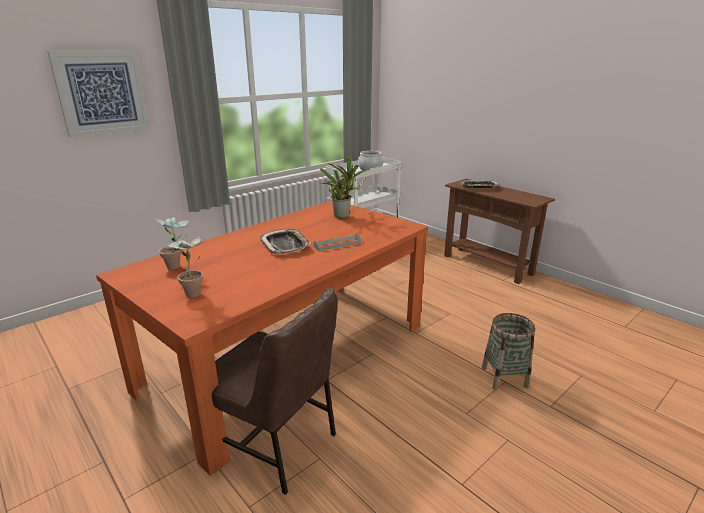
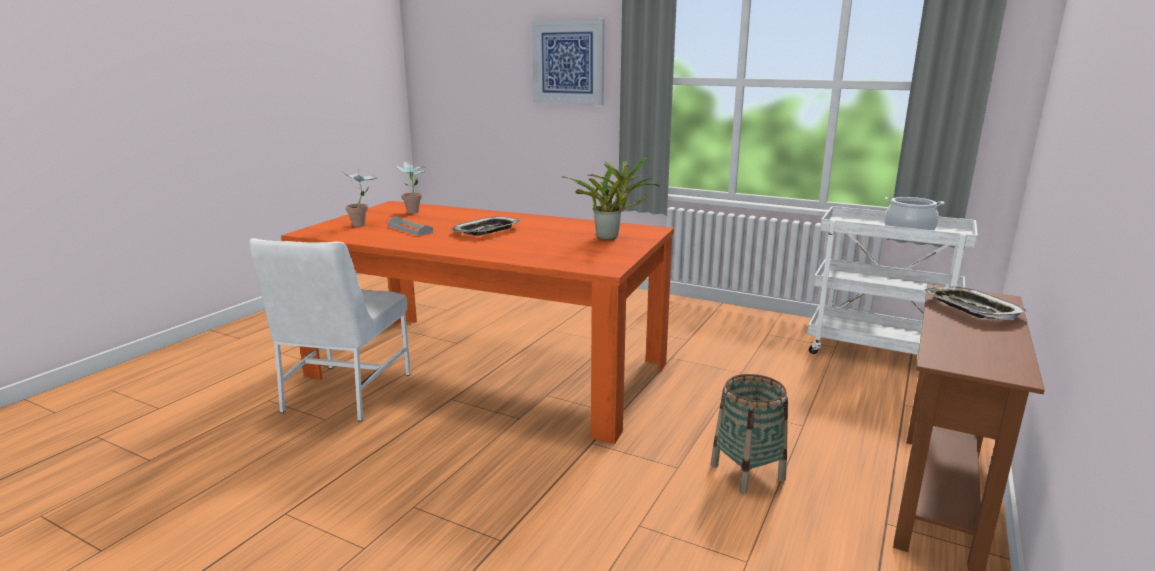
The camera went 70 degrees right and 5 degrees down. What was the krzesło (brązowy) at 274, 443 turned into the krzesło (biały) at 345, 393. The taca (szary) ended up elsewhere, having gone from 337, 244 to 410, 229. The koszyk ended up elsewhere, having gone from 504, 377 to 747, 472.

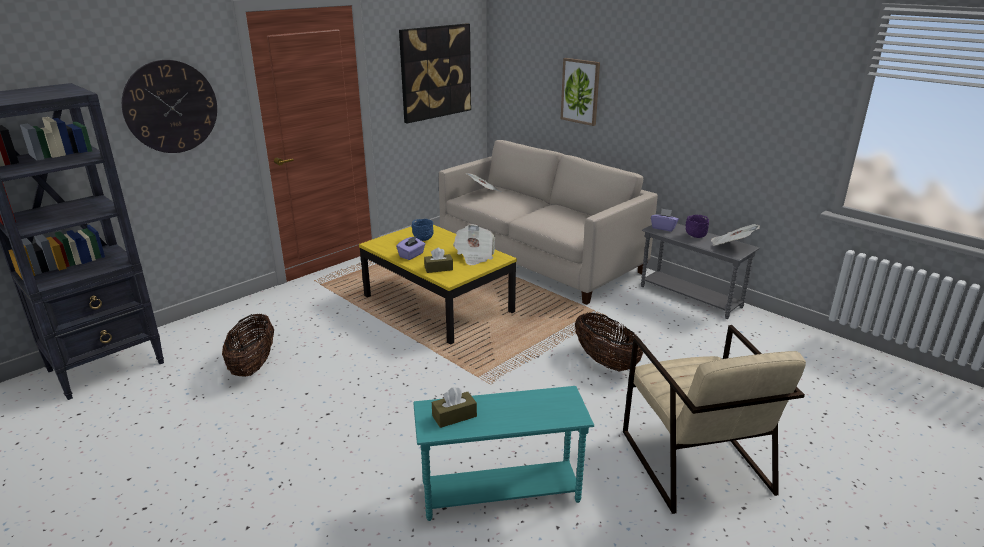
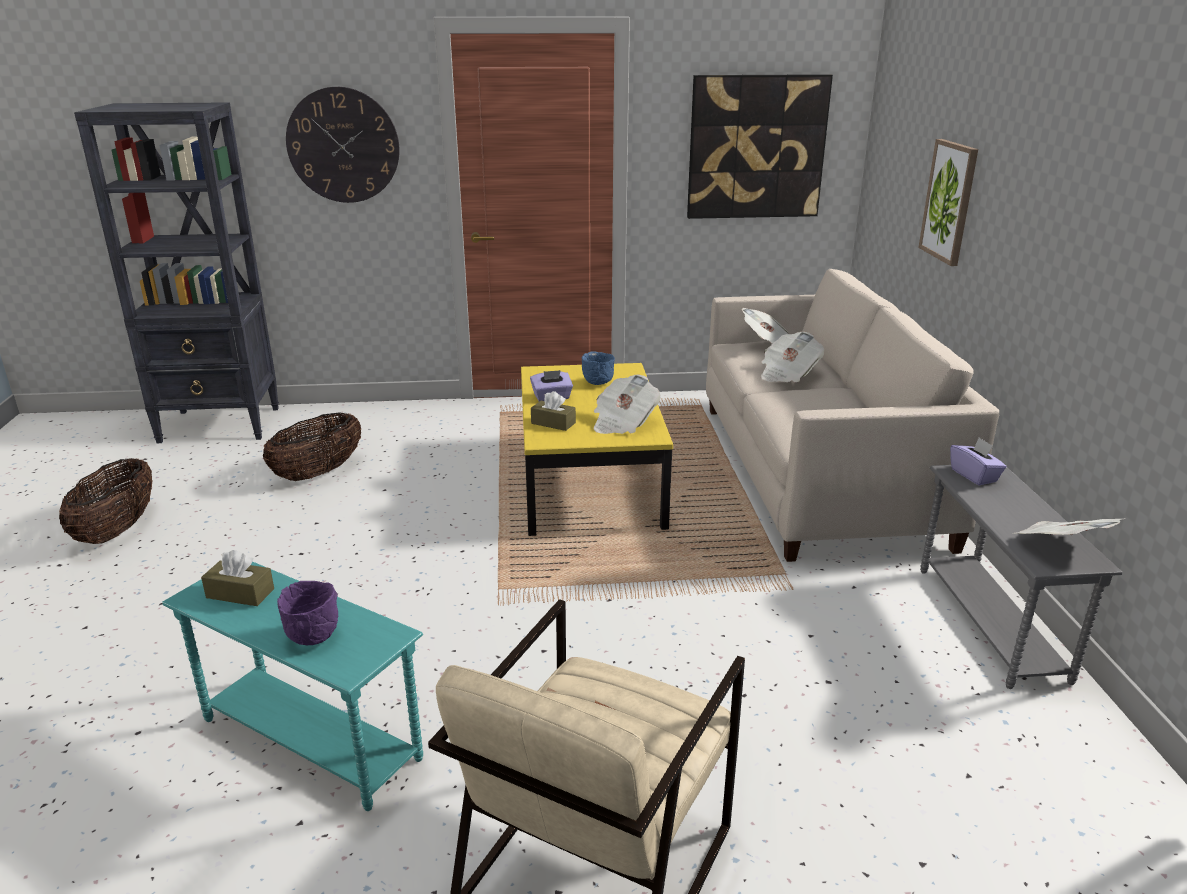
The camera went 40 degrees right and 0 degrees up. The koszyk ended up elsewhere, having gone from 605, 362 to 117, 530. The miska (fioletowy) ended up elsewhere, having gone from 695, 236 to 314, 636. The second view gained the gazeta at 787, 374.

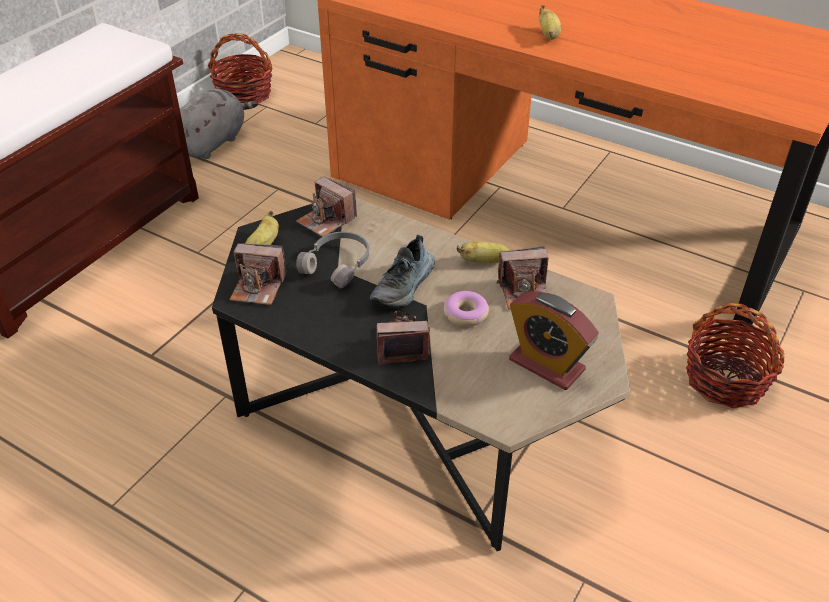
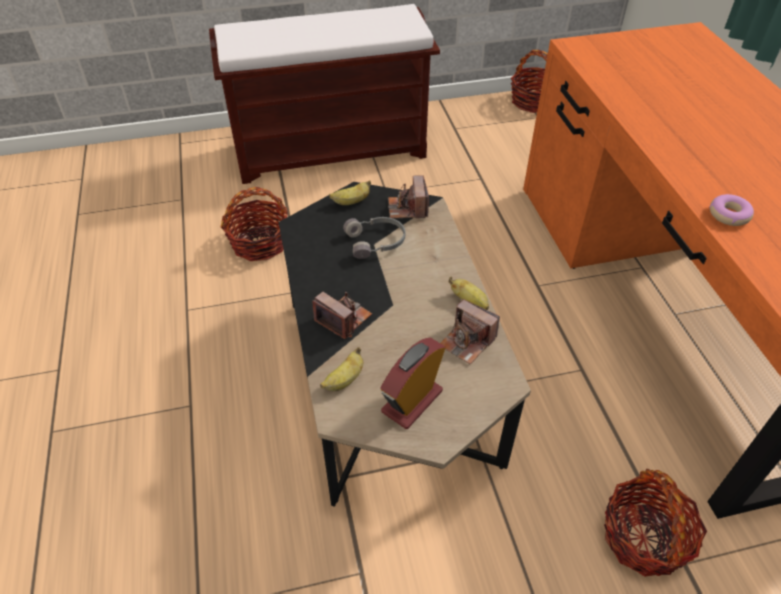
The camera went 45 degrees right and 5 degrees up. The second view lost the pluszak (szary) at 212, 143. The second view lost the aparat fotograficzny at 258, 287. The second view lost the but at 404, 286. The donut ended up elsewhere, having gone from 466, 314 to 729, 215. The budzik at 546, 365 ended up facing another way, 45 degrees clockwise from before. The banan ended up elsewhere, having gone from 548, 35 to 344, 380. The second view gained the koszyk at 260, 243.

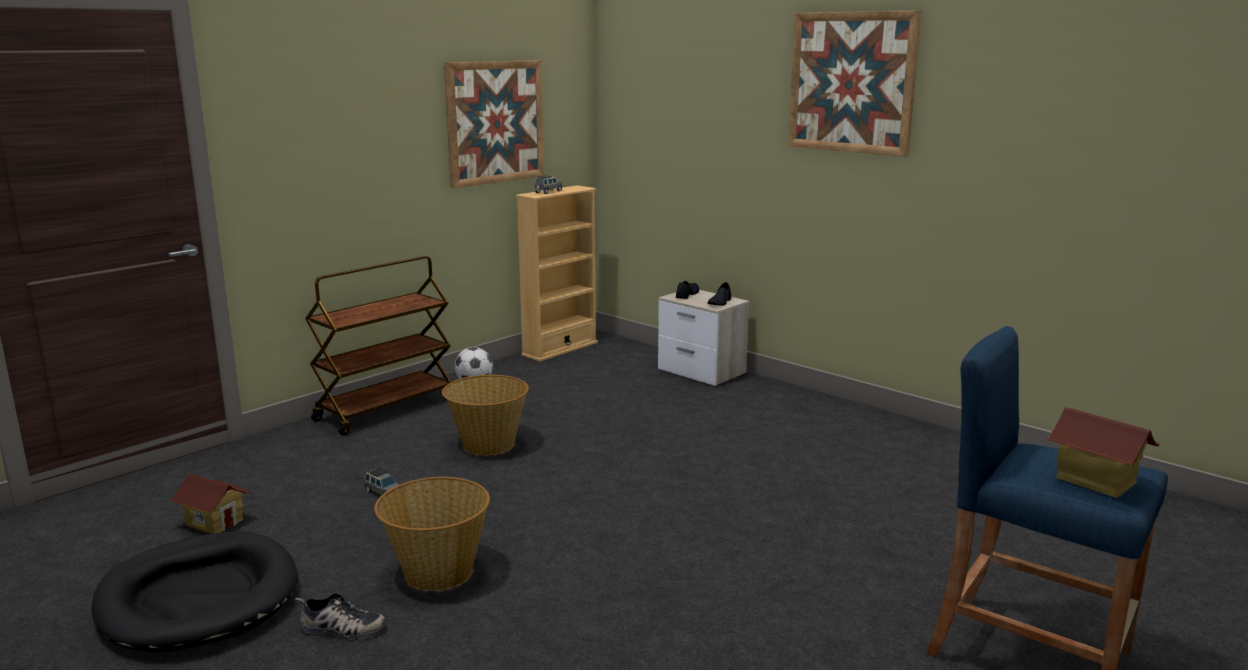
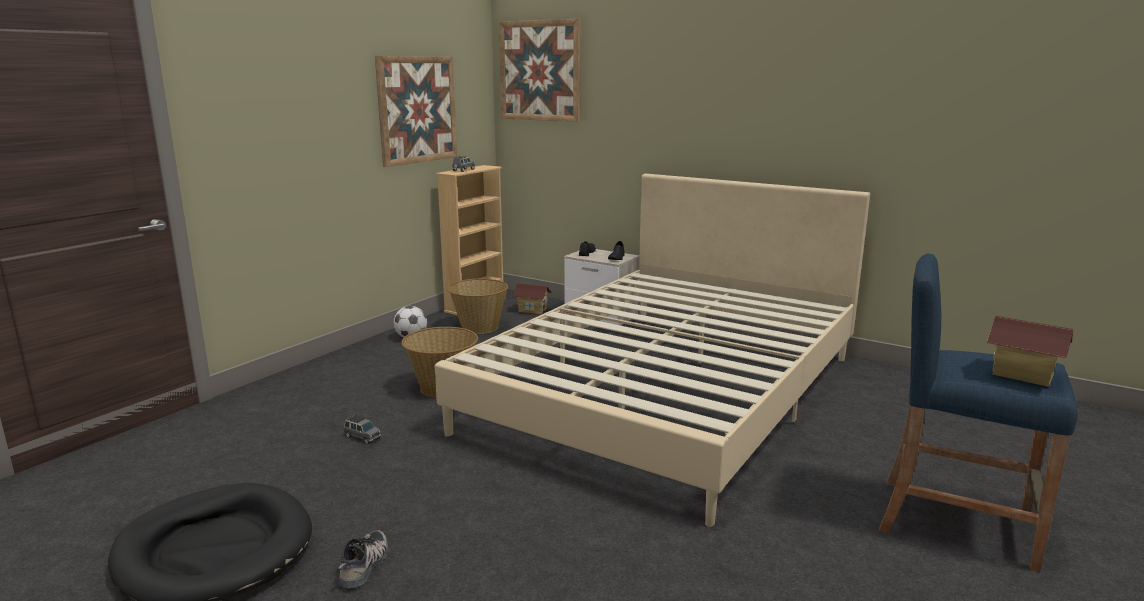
The camera went 10 degrees left and 0 degrees up. The domek ended up elsewhere, having gone from 215, 522 to 532, 310. The but at 340, 630 ended up facing another way, 75 degrees counterclockwise from before. The second view lost the wózek (brązowy) at 386, 409. The koszyk ended up elsewhere, having gone from 437, 572 to 479, 327. The obraz ended up elsewhere, having gone from 851, 82 to 540, 71. The second view gained the łóżko (beżowy) at 669, 392.

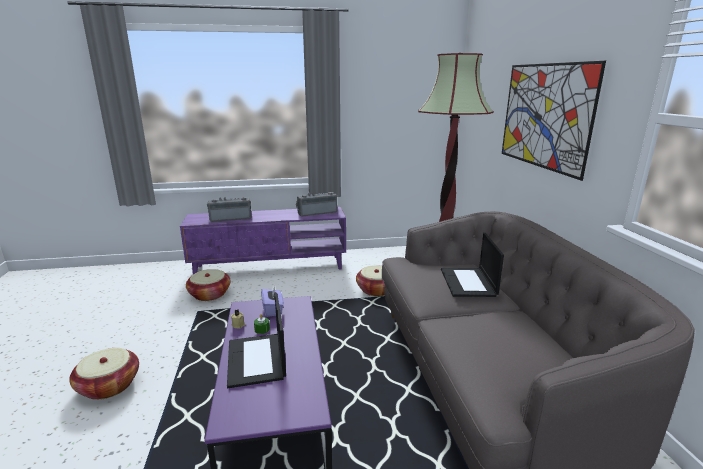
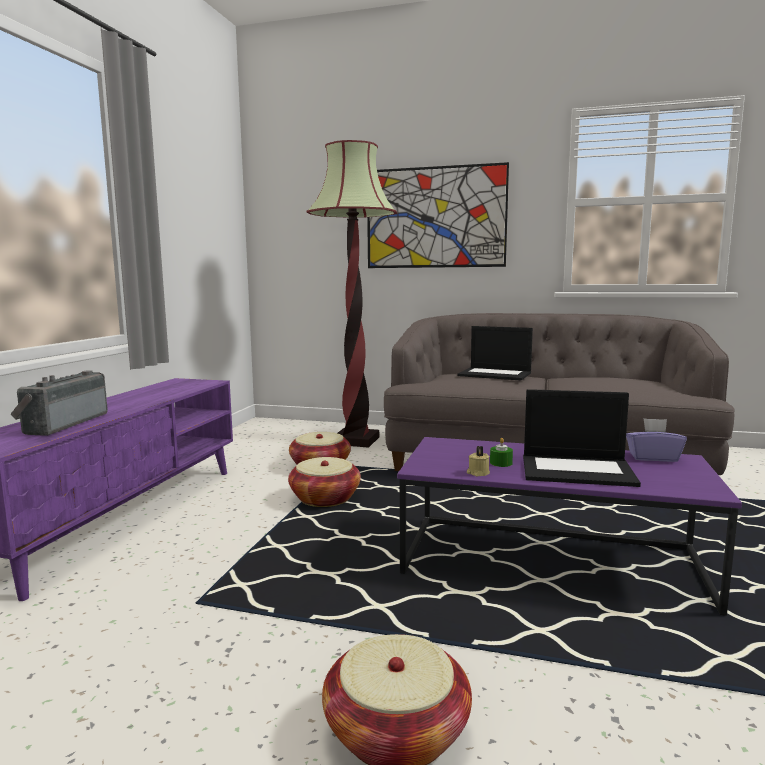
The camera went 65 degrees left and 10 degrees down. The koszyk ended up elsewhere, having gone from 210, 294 to 325, 498. The pudełko chusteczek (fioletowy) ended up elsewhere, having gone from 273, 309 to 653, 457. The second view lost the radio at 317, 212.

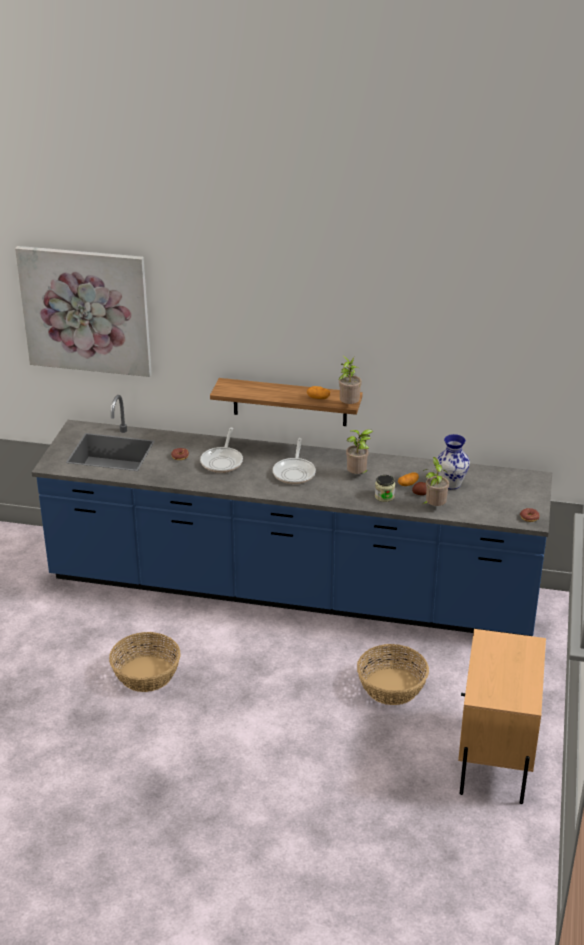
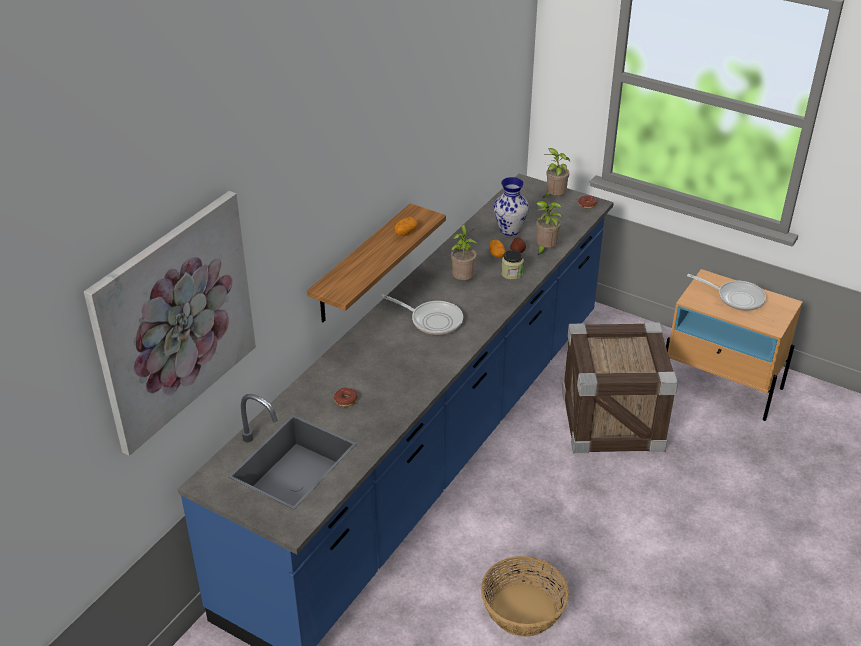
The camera went 70 degrees left and 5 degrees up. The patelnia ended up elsewhere, having gone from 222, 461 to 736, 298. The roślina doniczkowa ended up elsewhere, having gone from 348, 405 to 554, 197. Where the koszyk stood at 392, 687, the skrzynka came to stand at 612, 421.

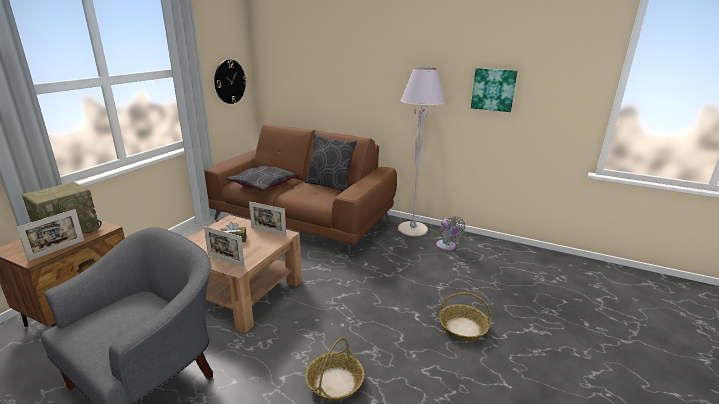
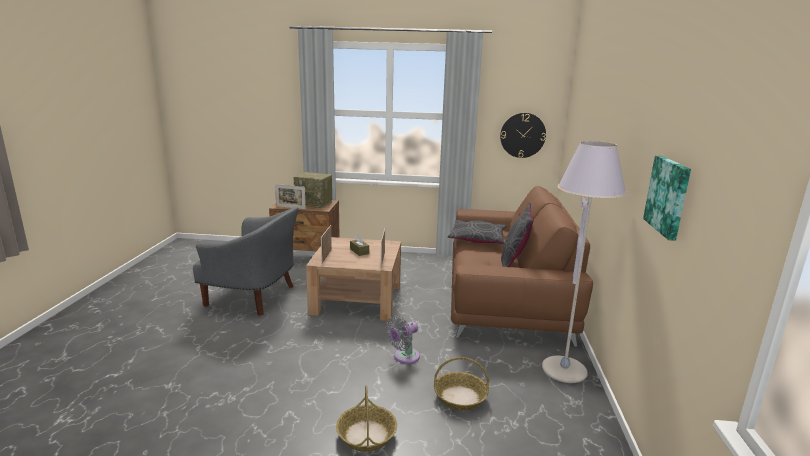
The camera went 70 degrees right and 5 degrees down. The koszyk ended up elsewhere, having gone from 335, 382 to 460, 397. The wentylator (szary) ended up elsewhere, having gone from 447, 247 to 404, 357.

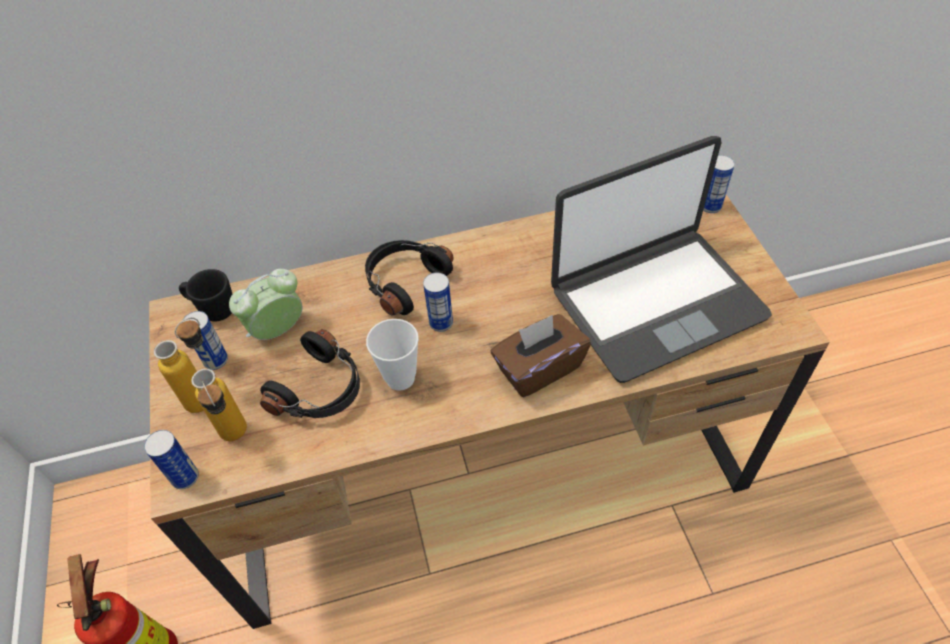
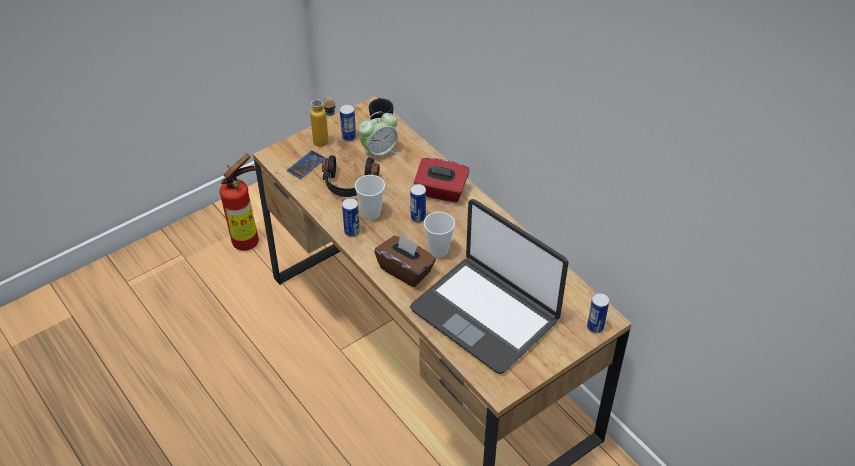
The camera went 65 degrees right and 5 degrees down. The puszka ended up elsewhere, having gone from 185, 477 to 352, 232. Where the butelka stood at 237, 439, the telefon came to stand at 306, 165. The budzik at 278, 330 ended up facing another way, 120 degrees clockwise from before. Where the słuchawki (czarny) stood at 404, 282, the pudełko chusteczek (czerwony) came to stand at 441, 192. The second view gained the filiżanka at 439, 251.

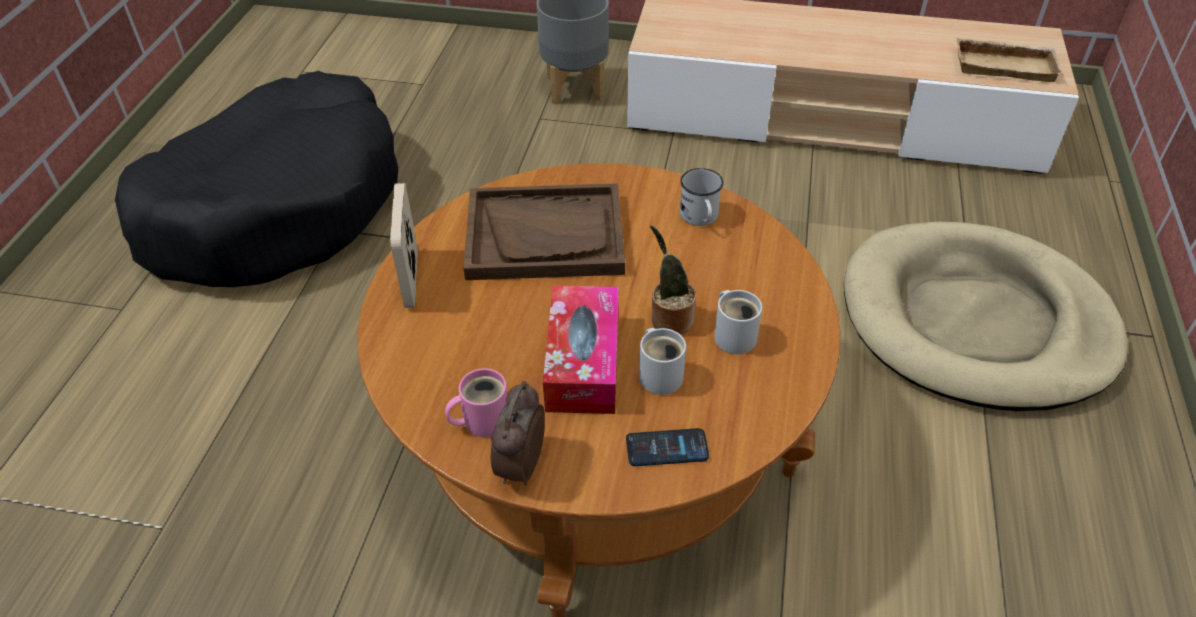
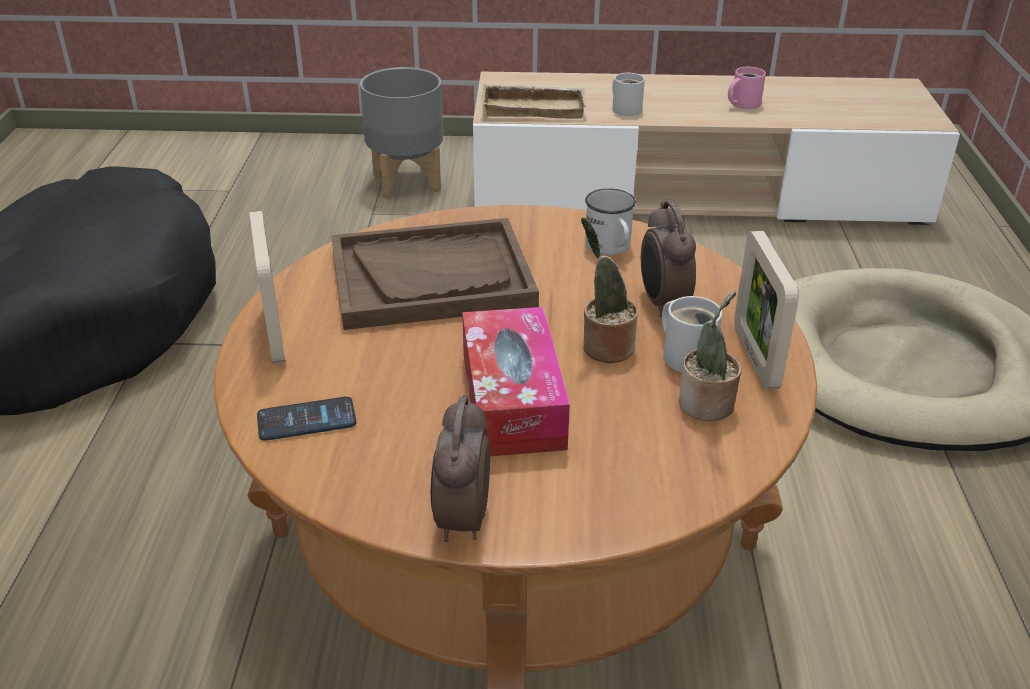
The camera went 10 degrees left and 10 degrees down. The kubek (różowy) ended up elsewhere, having gone from 481, 419 to 742, 104. The telefon ended up elsewhere, having gone from 667, 448 to 306, 420. The kubek (biały) ended up elsewhere, having gone from 660, 374 to 626, 108. The taca (beżowy) ended up elsewhere, having gone from 1005, 65 to 535, 108. The second view gained the budzik at 662, 303. The second view gained the roślina doniczkowa at 706, 406. The second view gained the ramka na zdjęcie at 755, 358.

